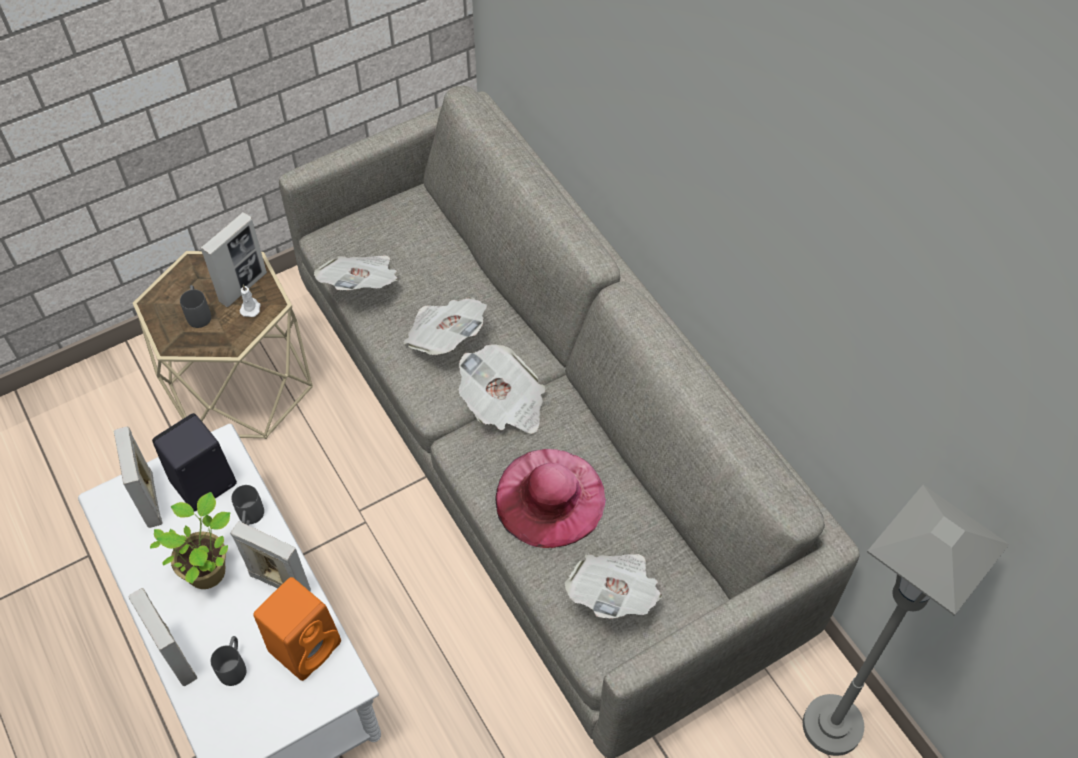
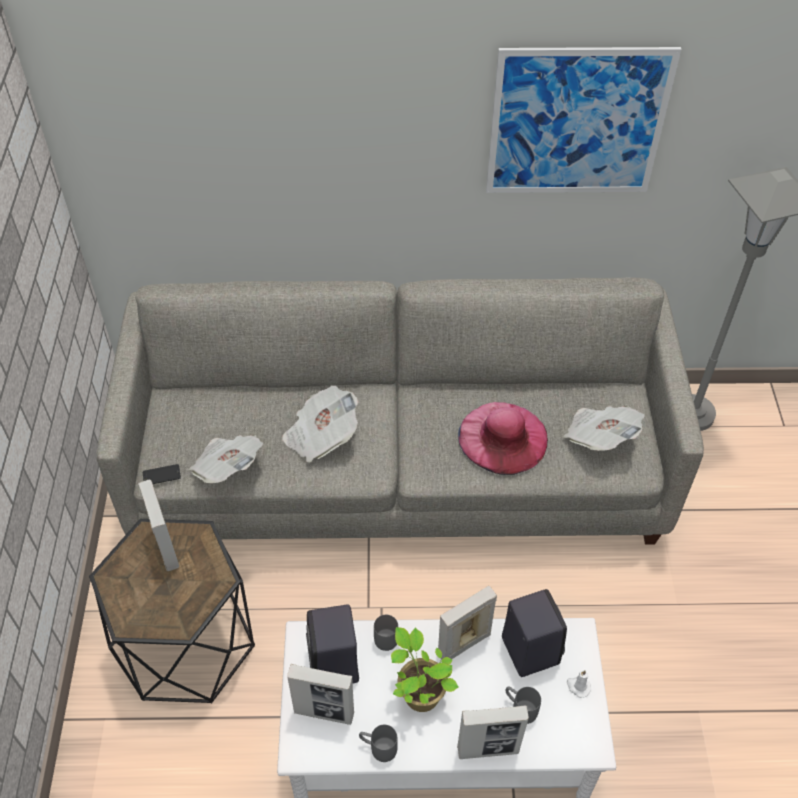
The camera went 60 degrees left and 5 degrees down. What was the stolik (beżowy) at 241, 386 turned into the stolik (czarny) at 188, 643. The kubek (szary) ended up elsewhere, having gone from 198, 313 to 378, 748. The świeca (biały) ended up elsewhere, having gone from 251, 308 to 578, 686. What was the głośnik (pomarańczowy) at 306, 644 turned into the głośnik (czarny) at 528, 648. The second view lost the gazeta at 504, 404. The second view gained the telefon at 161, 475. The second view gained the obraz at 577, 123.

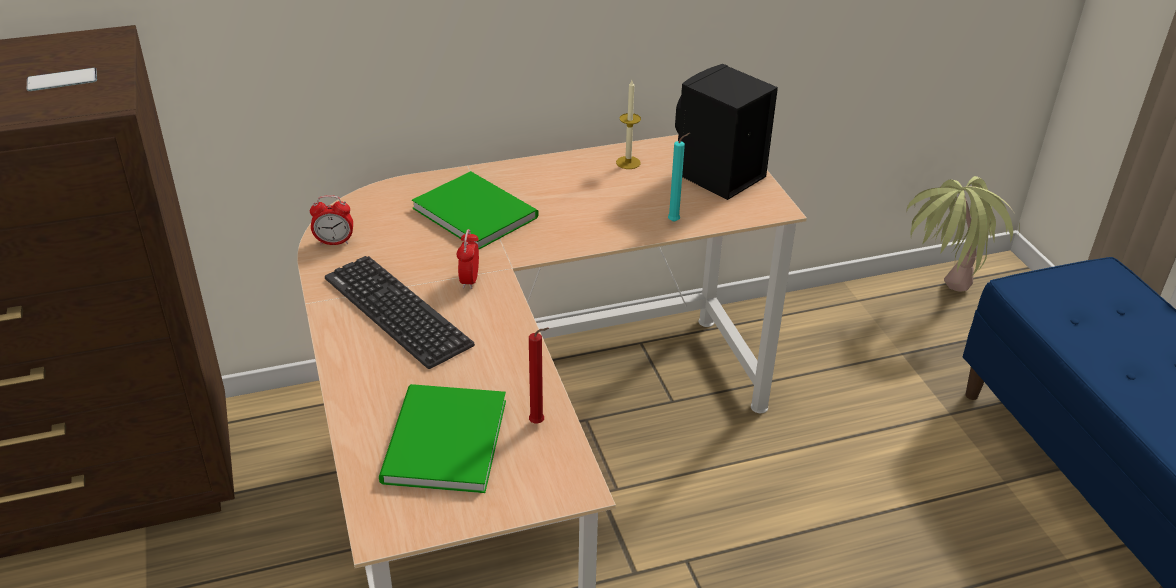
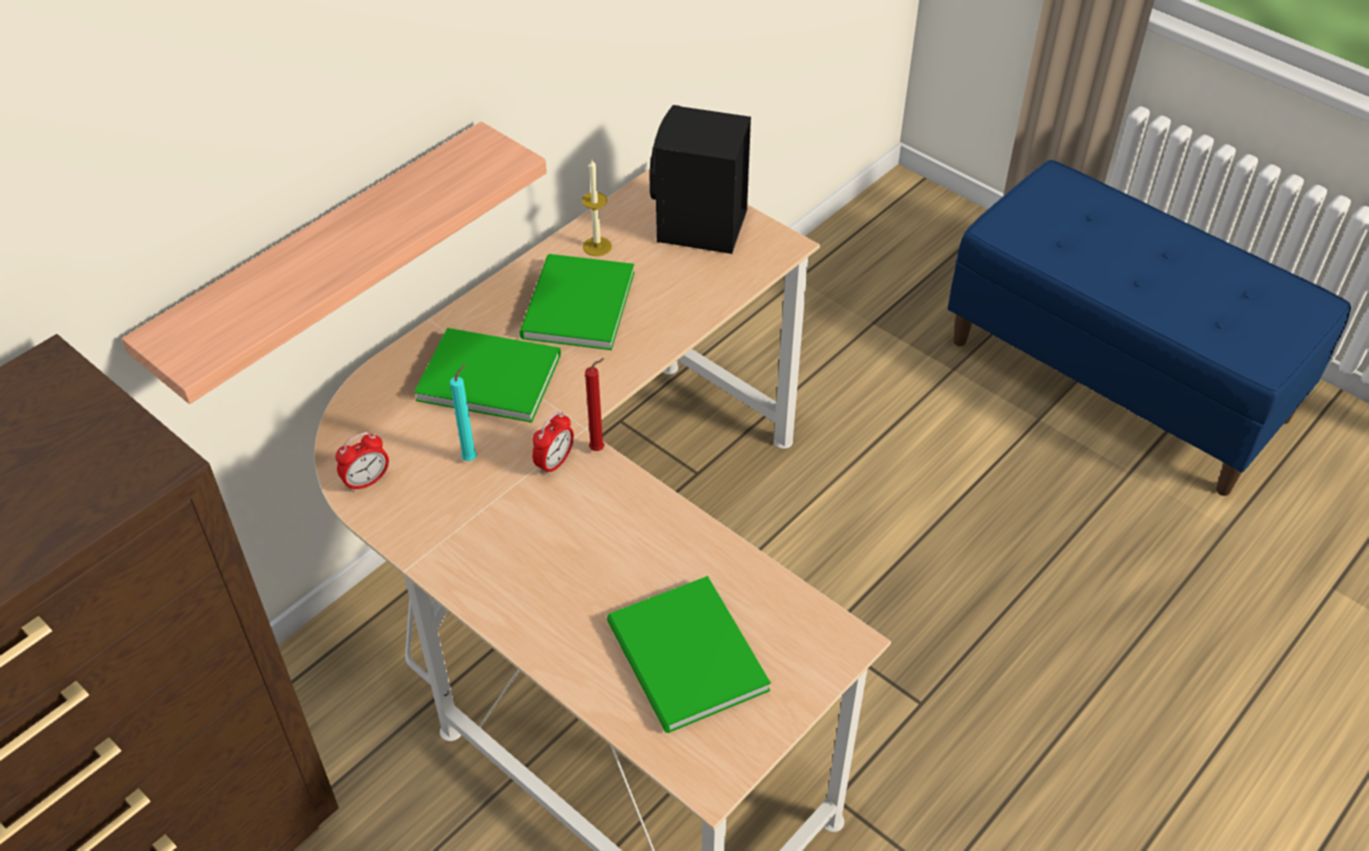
The camera went 30 degrees left and 10 degrees up. The second view lost the telefon at 62, 80. The second view lost the klawiatura at 397, 311. The budzik at 469, 280 ended up facing another way, 120 degrees counterclockwise from before. The świeca (czerwony) ended up elsewhere, having gone from 539, 423 to 599, 449. The świeca (turkusowy) ended up elsewhere, having gone from 675, 221 to 471, 458. The second view lost the roślina doniczkowa at 938, 300. The second view gained the półka at 325, 262. The second view gained the książka (zielony) at 574, 307.

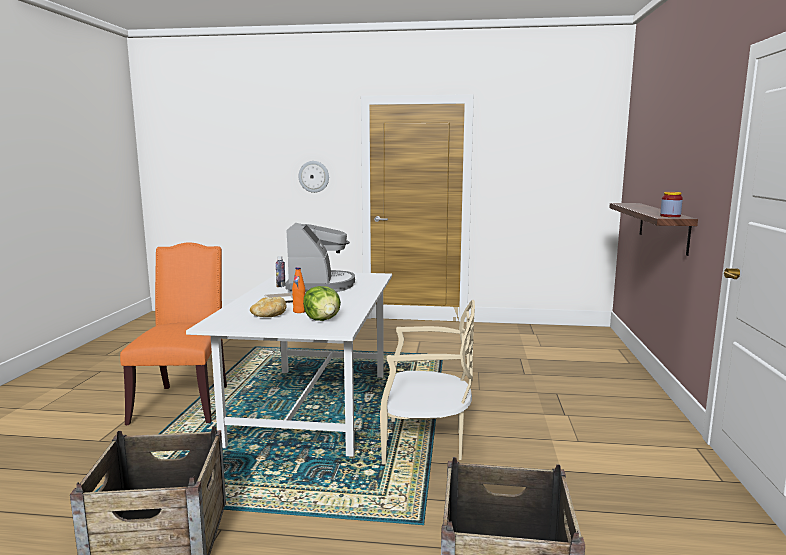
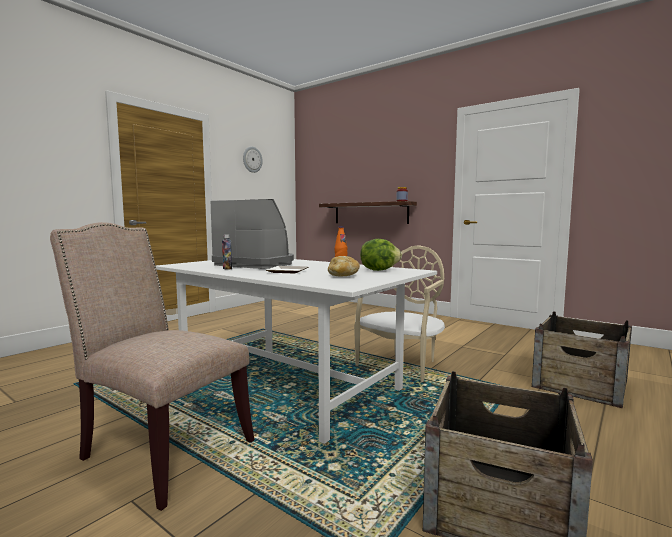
The camera went 60 degrees left and 5 degrees down. What was the krzesło (pomarańczowy) at 184, 402 turned into the krzesło (beżowy) at 160, 450. The zegar ścienny ended up elsewhere, having gone from 314, 176 to 252, 159.

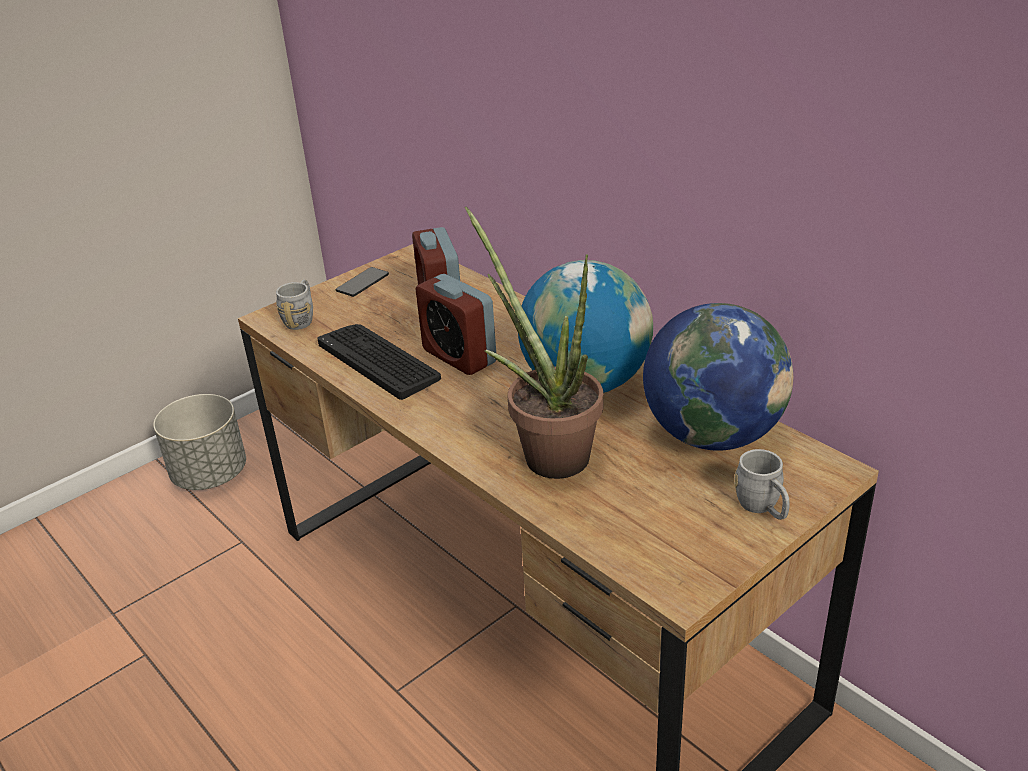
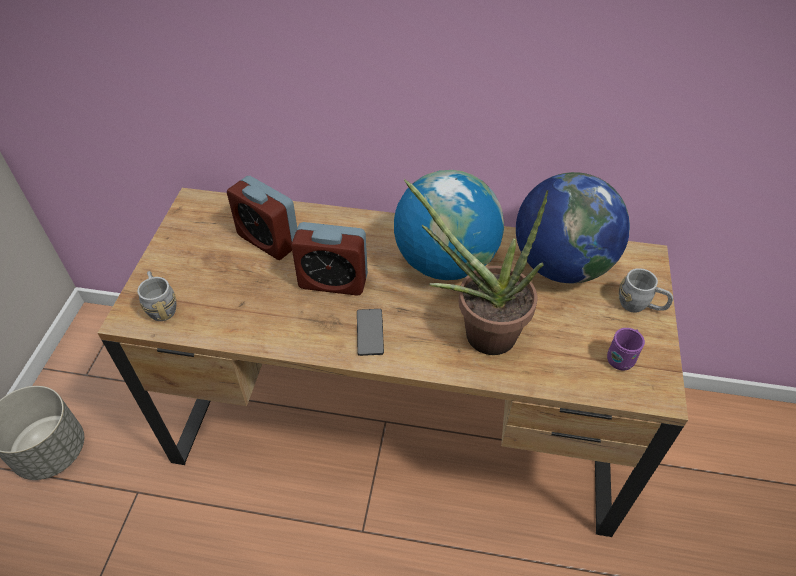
The camera went 40 degrees left and 15 degrees up. The second view lost the klawiatura at 379, 360. The telefon ended up elsewhere, having gone from 362, 283 to 370, 332. The second view gained the kubek (fioletowy) at 621, 358.

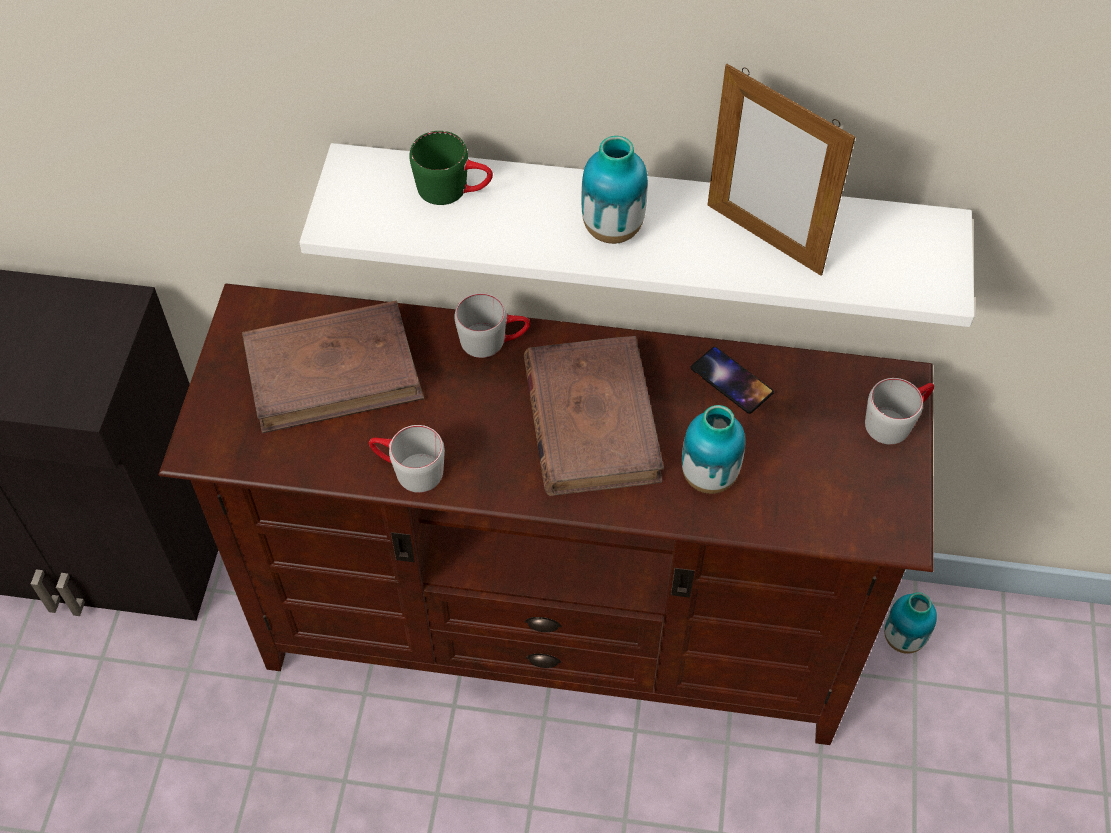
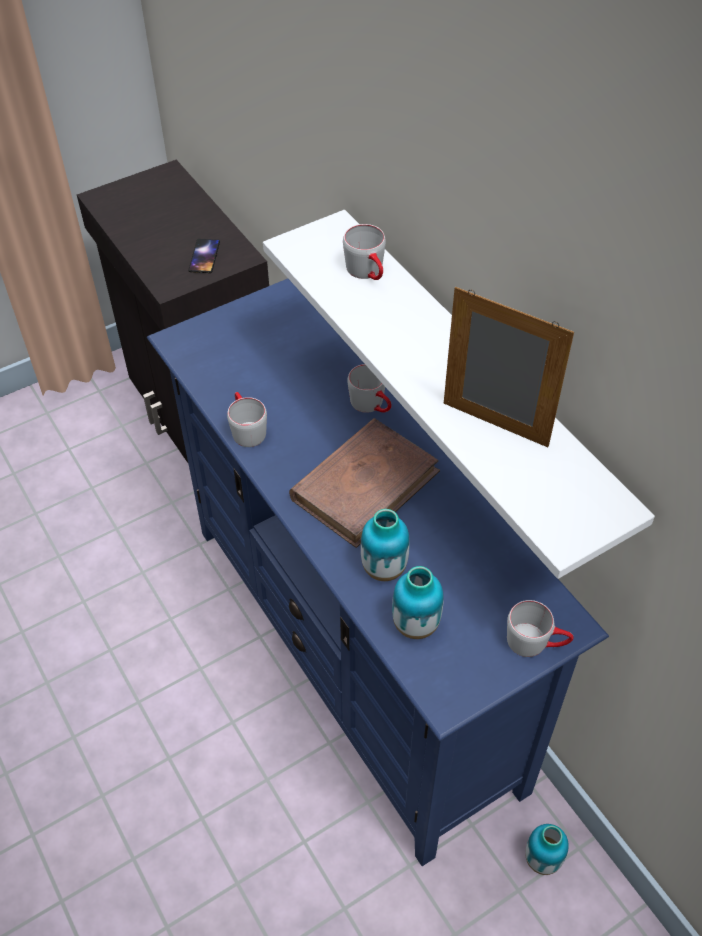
The camera went 50 degrees right and 5 degrees down. What was the szafka pod telewizor (brązowy) at 557, 630 turned into the szafka pod telewizor (niebieski) at 355, 652. The second view lost the książka (brązowy) at 333, 371. What was the kubek (zielony) at 454, 189 turned into the kubek (szary) at 368, 273. The wazon ended up elsewhere, having gone from 612, 230 to 415, 625. The telefon ended up elsewhere, having gone from 731, 380 to 204, 256. The ramka na zdjęcie at 764, 239 ended up facing another way, 120 degrees clockwise from before.

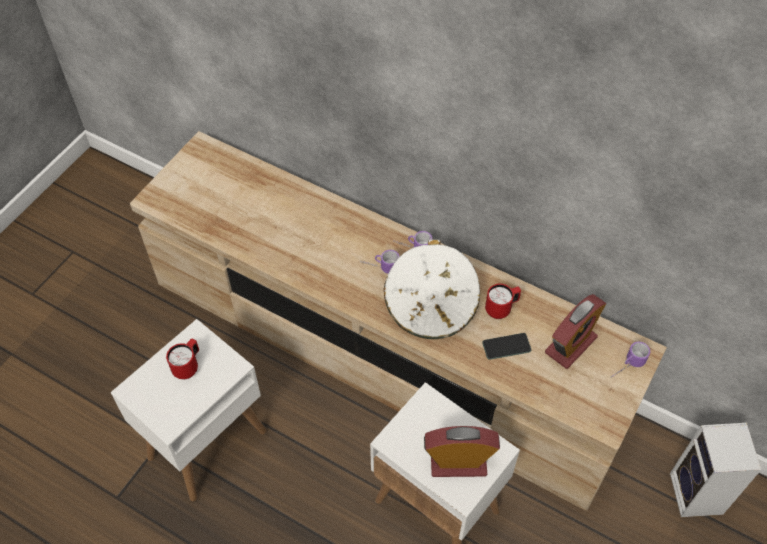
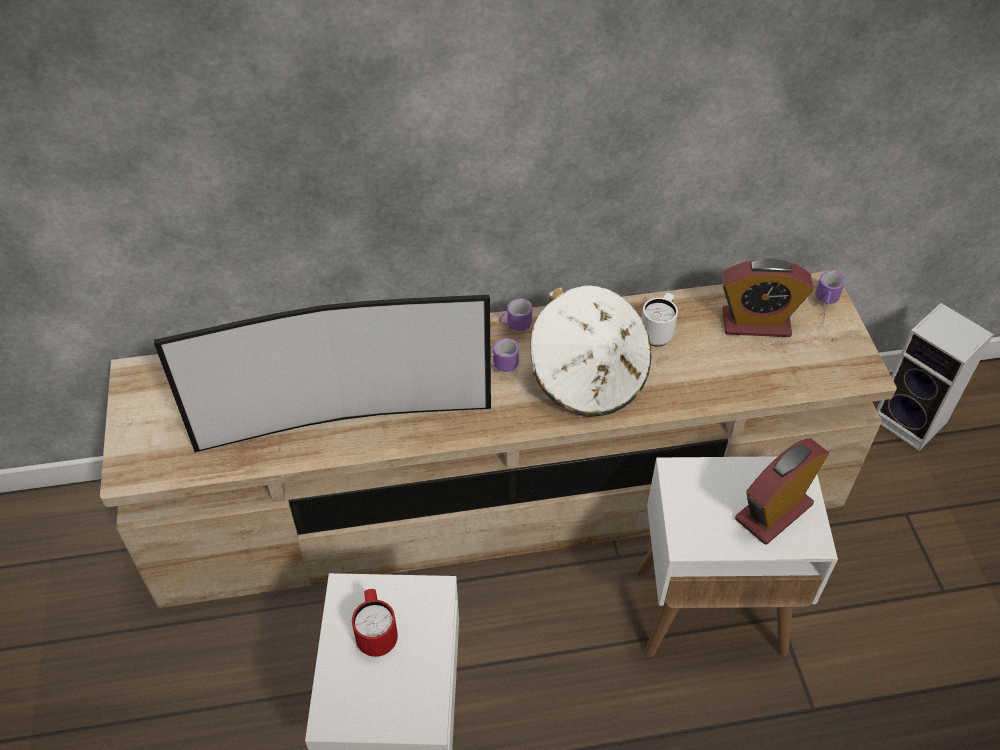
The camera went 40 degrees left and 5 degrees down. The second view lost the telefon at 506, 346. What was the kubek (czerwony) at 501, 309 turned into the kubek (biały) at 658, 332. The budzik at 570, 345 ended up facing another way, 90 degrees clockwise from before. The second view gained the telewizor at 344, 419.

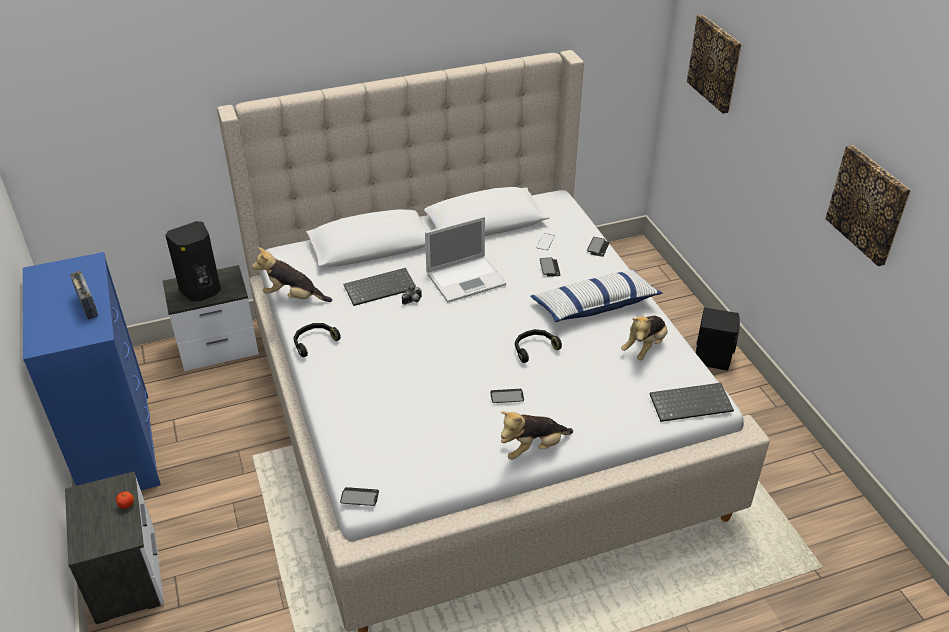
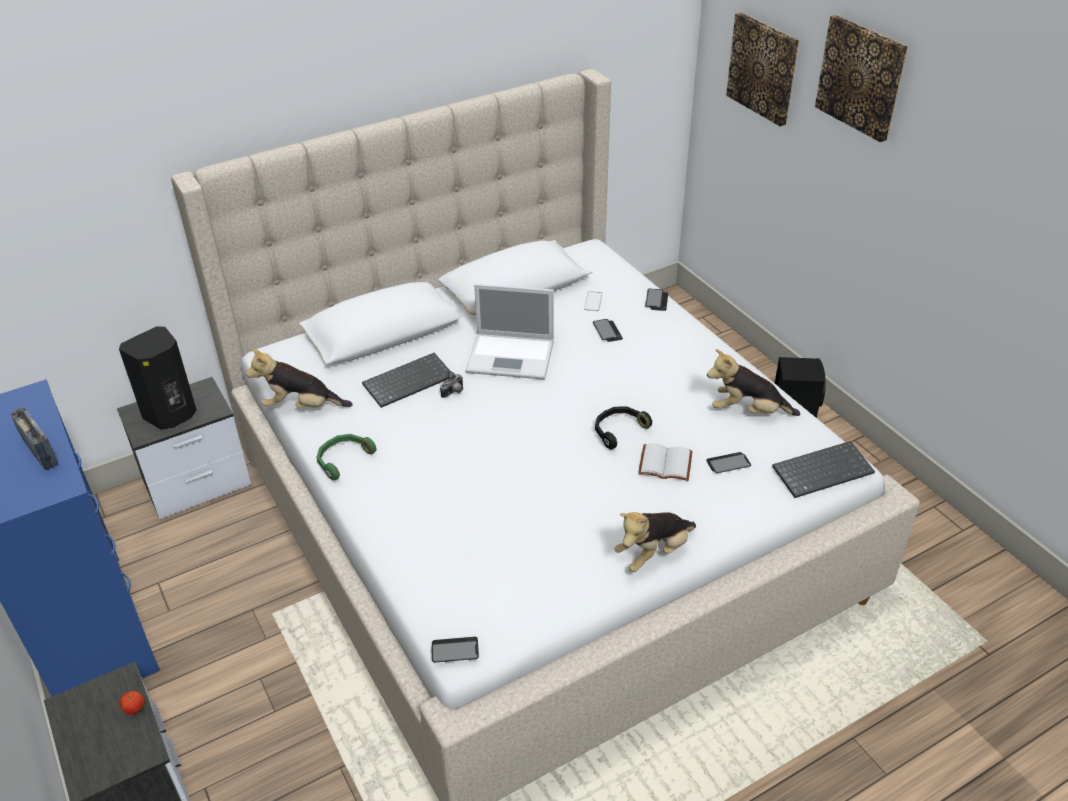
The camera went 10 degrees left and 0 degrees up. What was the słuchawki (czarny) at 314, 342 turned into the słuchawki (zielony) at 343, 459. The laptop at 467, 278 ended up facing another way, 45 degrees clockwise from before. The telefon ended up elsewhere, having gone from 507, 397 to 728, 464. The second view lost the poduszka at 594, 305. The pluszak at 645, 347 ended up facing another way, 75 degrees clockwise from before. The obraz ended up elsewhere, having gone from 868, 204 to 861, 77. The second view gained the książka (biały) at 666, 463.

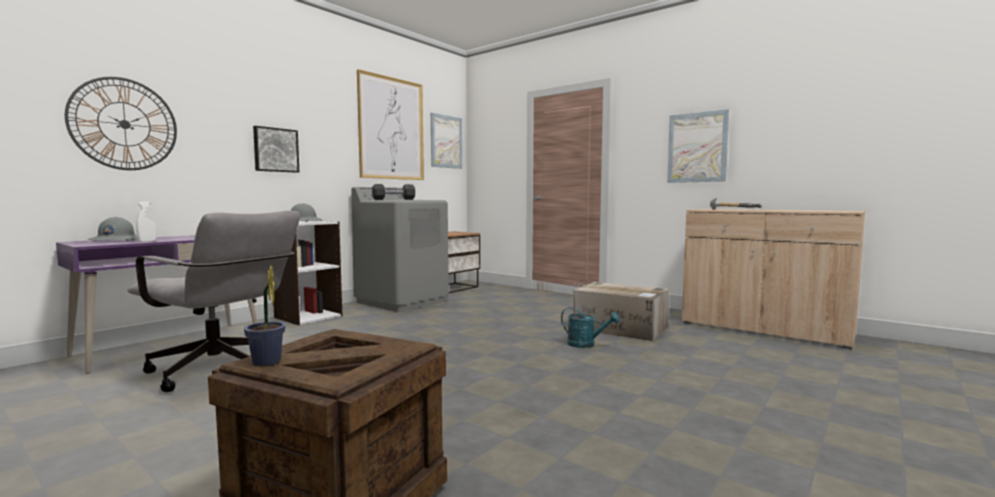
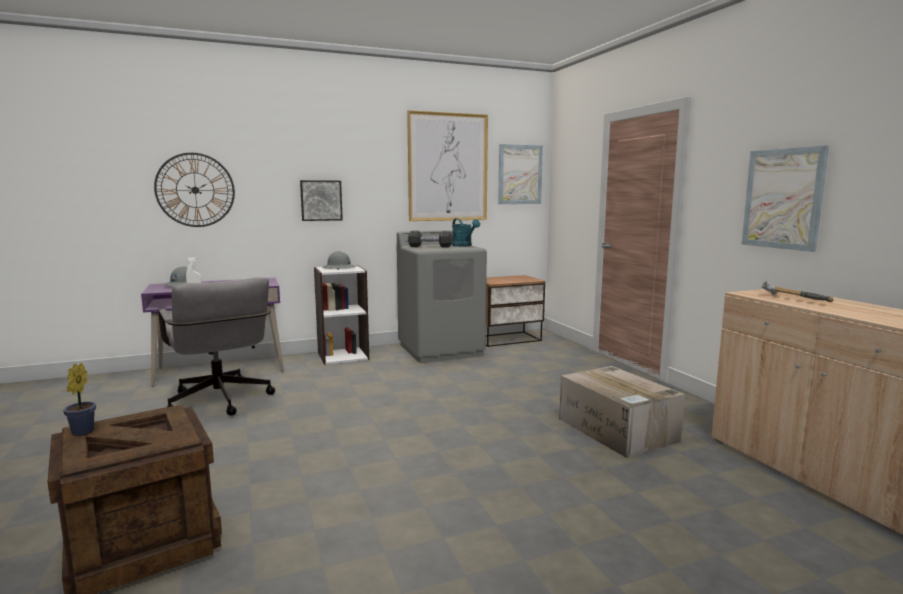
The camera went 30 degrees right and 5 degrees up. The konewka (turkusowy) ended up elsewhere, having gone from 586, 344 to 464, 246.

